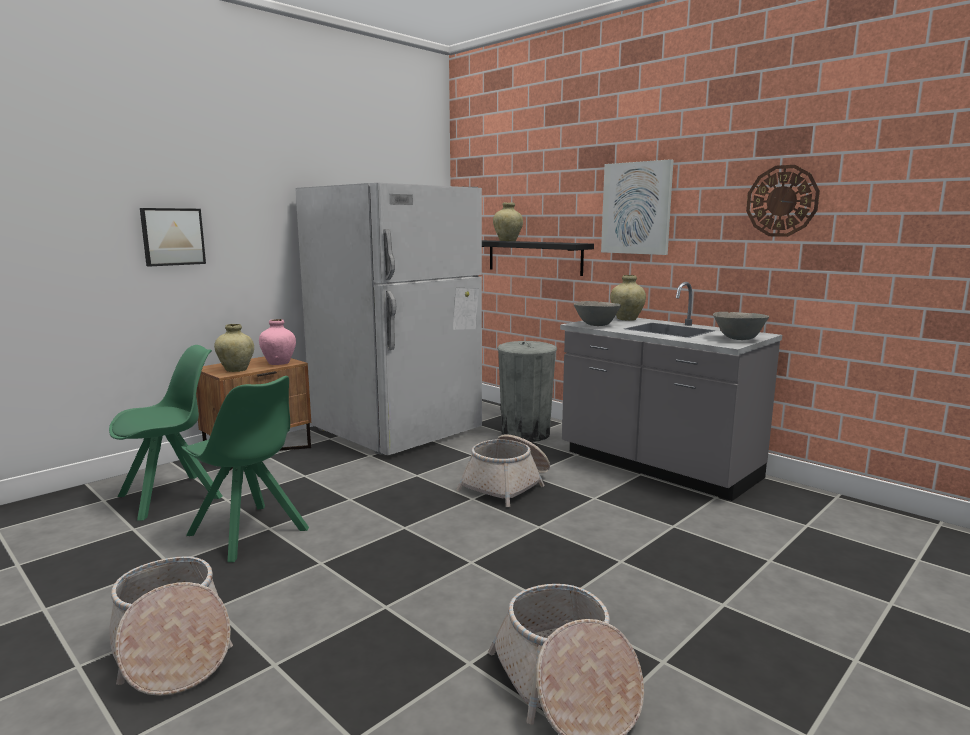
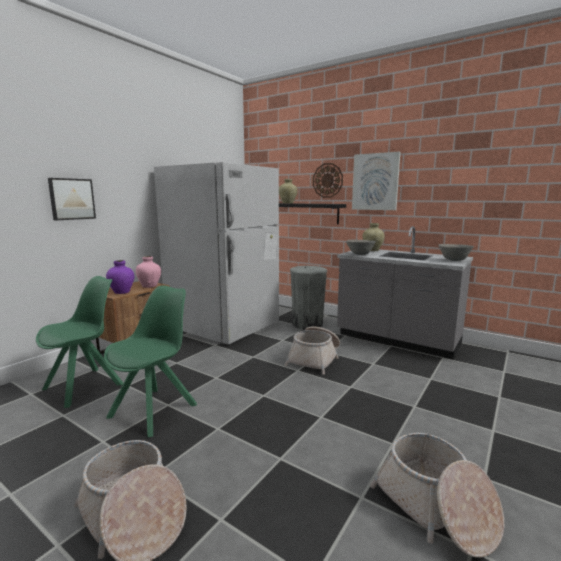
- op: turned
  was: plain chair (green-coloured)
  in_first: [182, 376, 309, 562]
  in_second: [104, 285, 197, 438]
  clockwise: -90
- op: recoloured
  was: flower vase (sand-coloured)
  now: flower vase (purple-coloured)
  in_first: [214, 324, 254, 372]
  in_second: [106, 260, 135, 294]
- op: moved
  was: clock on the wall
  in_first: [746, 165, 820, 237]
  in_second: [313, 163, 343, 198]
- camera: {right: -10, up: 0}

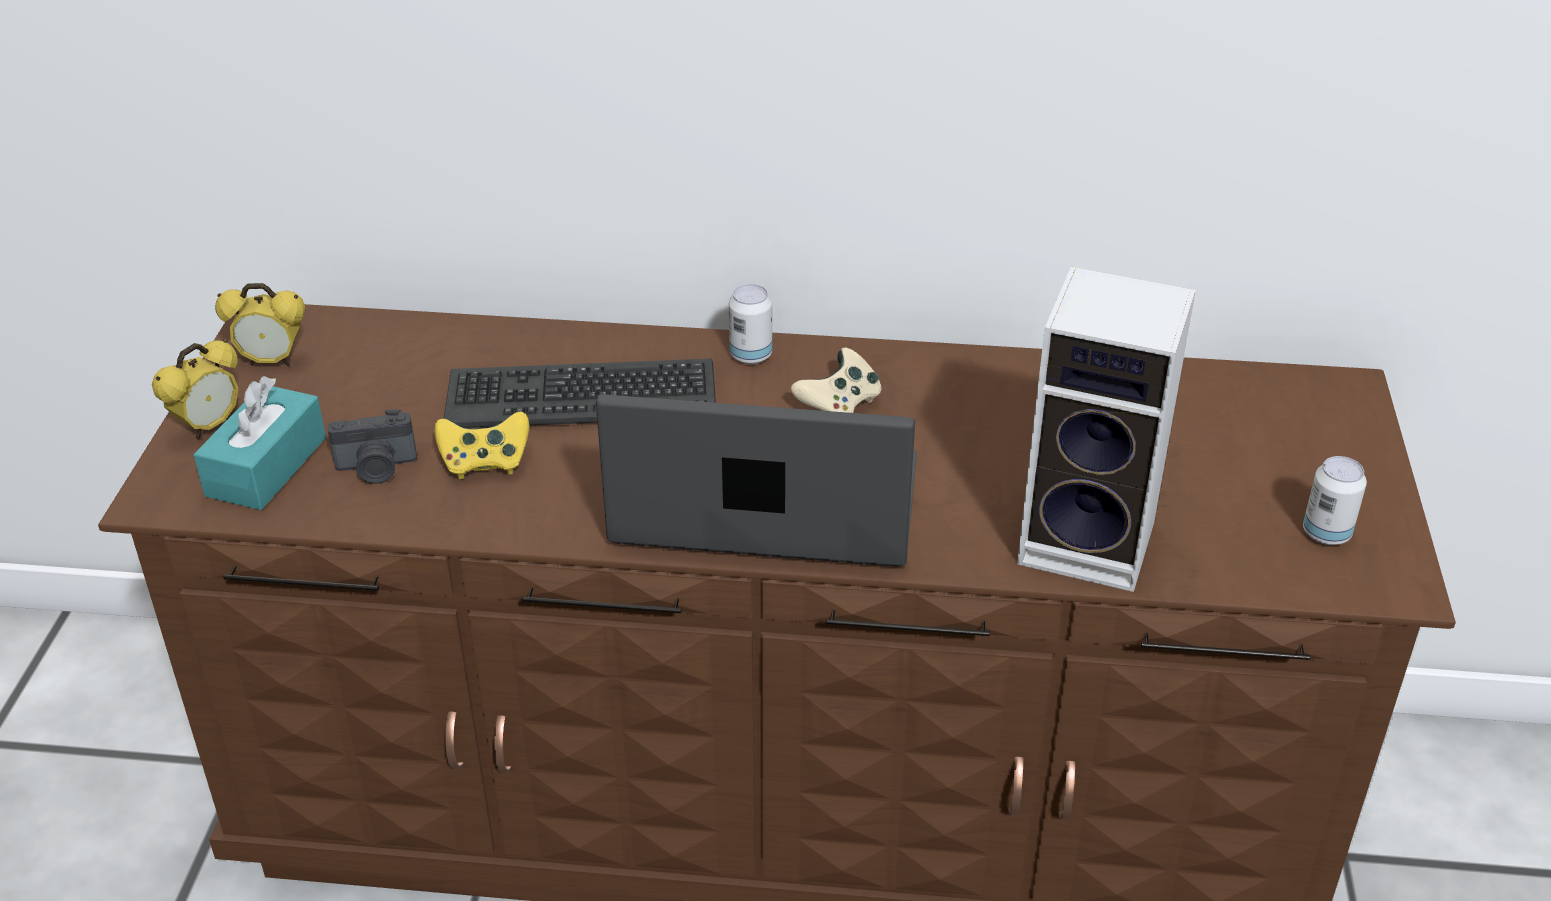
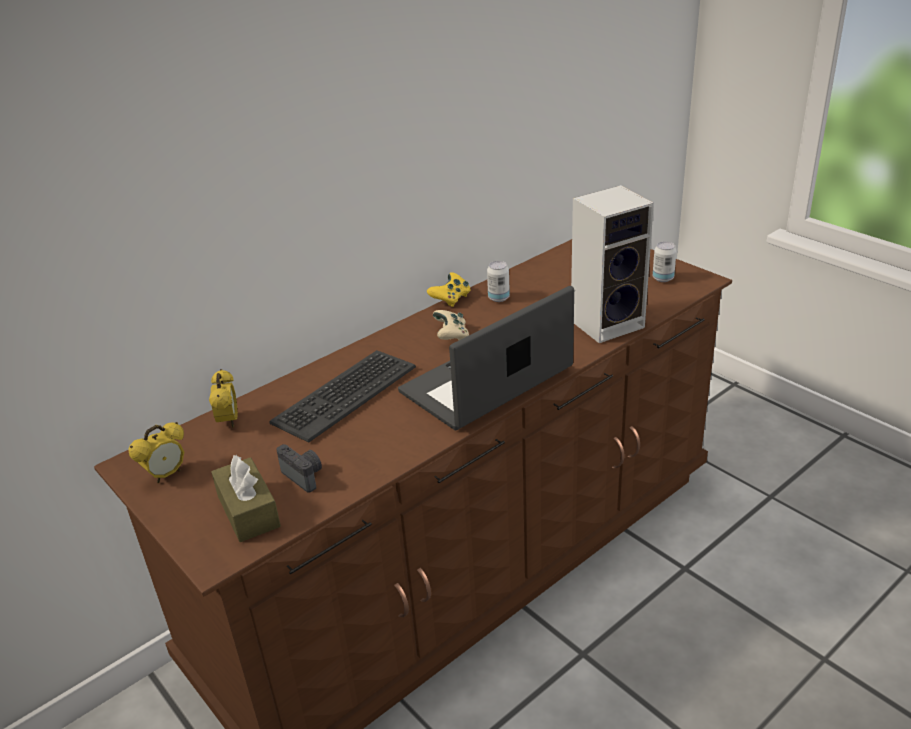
- op: moved
  was: bedside clock
  in_first: [152, 339, 239, 440]
  in_second: [209, 369, 238, 428]
- op: recoloured
  was: box of tissues (turquoise)
  now: box of tissues (brownish)
  in_first: [193, 376, 326, 510]
  in_second: [211, 455, 281, 542]
- op: turned
  was: photo camera
  in_first: [328, 409, 417, 484]
  in_second: [276, 444, 322, 492]
  clockwise: -75
- op: moved
  was: game controller (yellow)
  in_first: [434, 412, 529, 479]
  in_second: [427, 272, 471, 307]
- op: moved
  was: sealed can
  in_first: [729, 284, 772, 364]
  in_second: [487, 261, 510, 302]
- camera: {right: -45, up: -5}

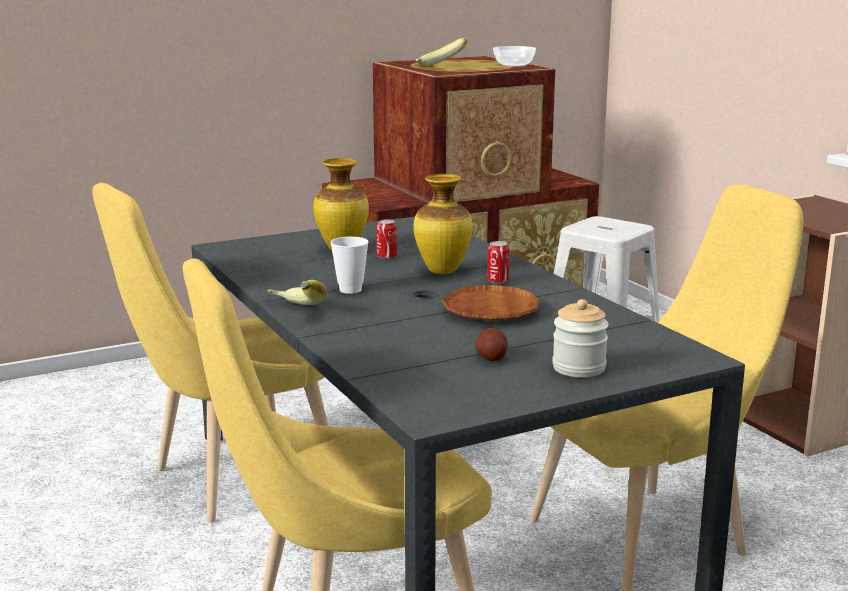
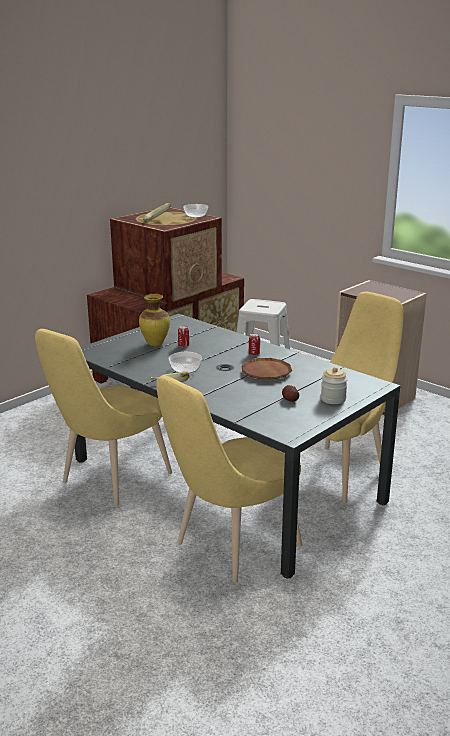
- op: replaced
  was: cup
  now: bowl
  in_first: [330, 236, 369, 294]
  in_second: [169, 352, 202, 373]
- op: removed
  was: flower vase
  in_first: [413, 174, 473, 274]
- camera: {right: -20, up: 5}

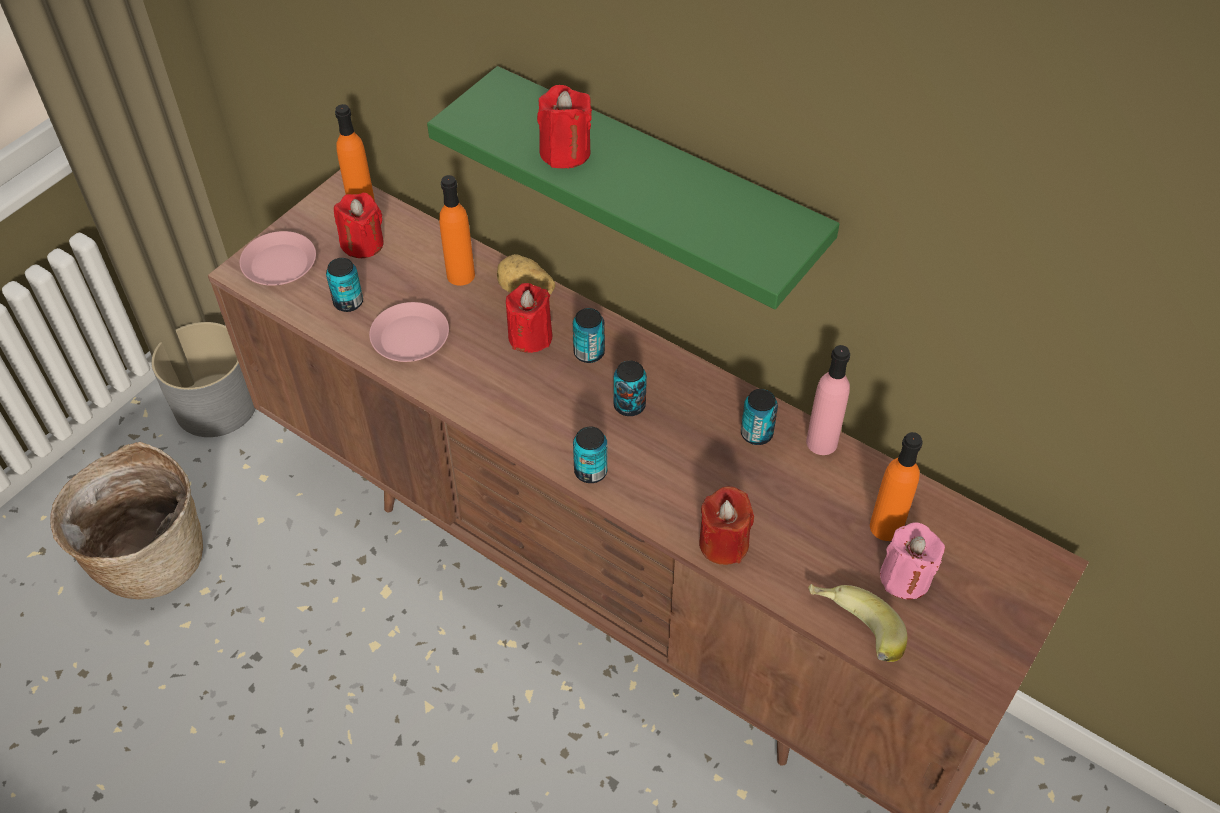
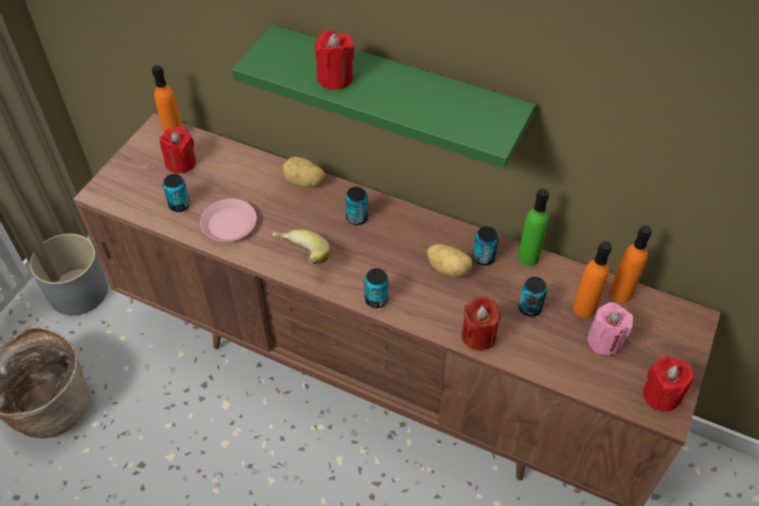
- op: removed
  was: flat dish (pink)
  in_first: [239, 231, 316, 286]
- op: moved
  was: beverage bottle (orangey)
  in_first: [439, 175, 475, 286]
  in_second: [610, 226, 652, 303]
- op: moved
  was: wax candle (red-coloured)
  in_first: [506, 283, 552, 353]
  in_second: [643, 357, 693, 412]
- op: moved
  was: sealed can
  in_first: [614, 361, 647, 416]
  in_second: [519, 277, 547, 317]
- op: recoloured
  was: beverage bottle (pink)
  now: beverage bottle (green-coloured)
  in_first: [806, 345, 850, 455]
  in_second: [518, 189, 549, 266]
- op: moved
  was: banana fruit
  in_first: [808, 584, 907, 662]
  in_second: [272, 229, 330, 265]
- op: added
  now: whole potato
  in_second: [427, 244, 472, 277]
- camera: {right: -10, up: 0}

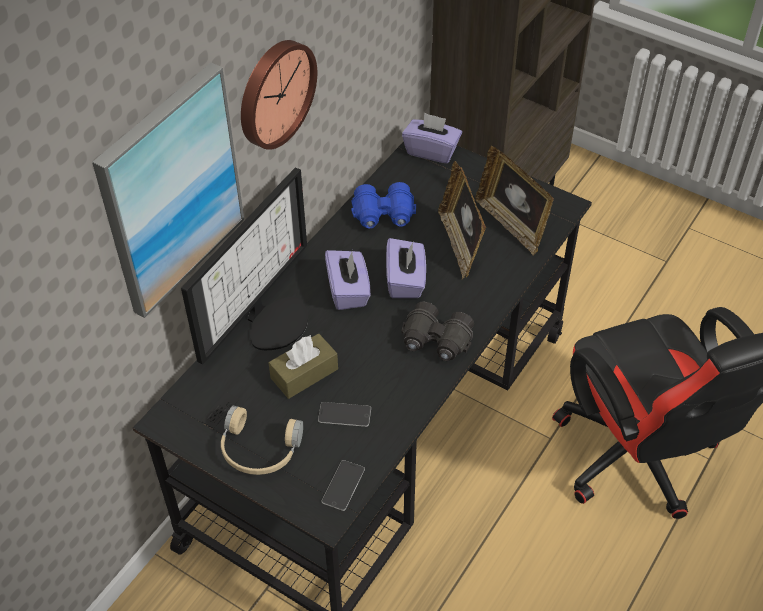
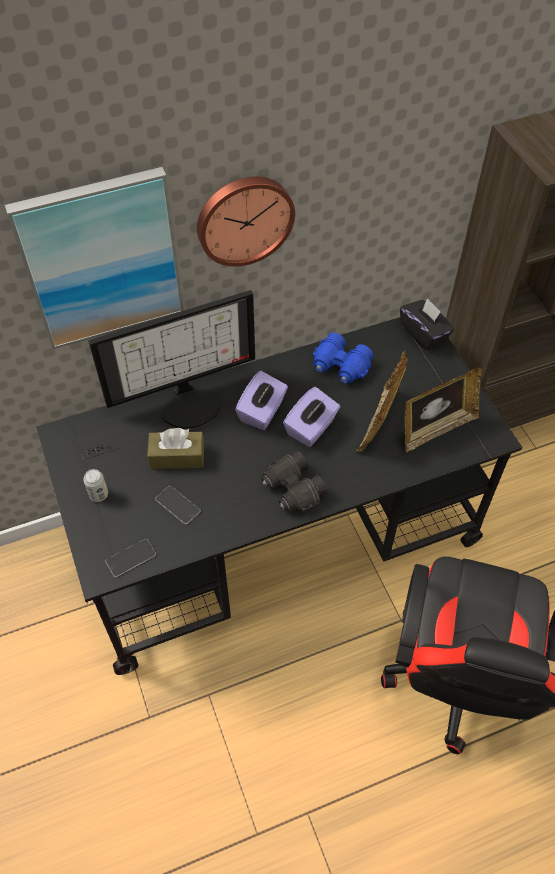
- op: replaced
  was: headset (sand-coloured)
  now: sealed can
  in_first: [221, 406, 303, 475]
  in_second: [83, 469, 108, 502]
- op: recoloured
  was: box of tissues (purple-coloured)
  now: box of tissues (blackish)
  in_first: [402, 113, 462, 163]
  in_second: [400, 298, 454, 350]
- op: turned
  was: picture frame
  in_first: [475, 146, 554, 256]
  in_second: [405, 367, 482, 452]
  clockwise: -120
- camera: {right: 35, up: 5}

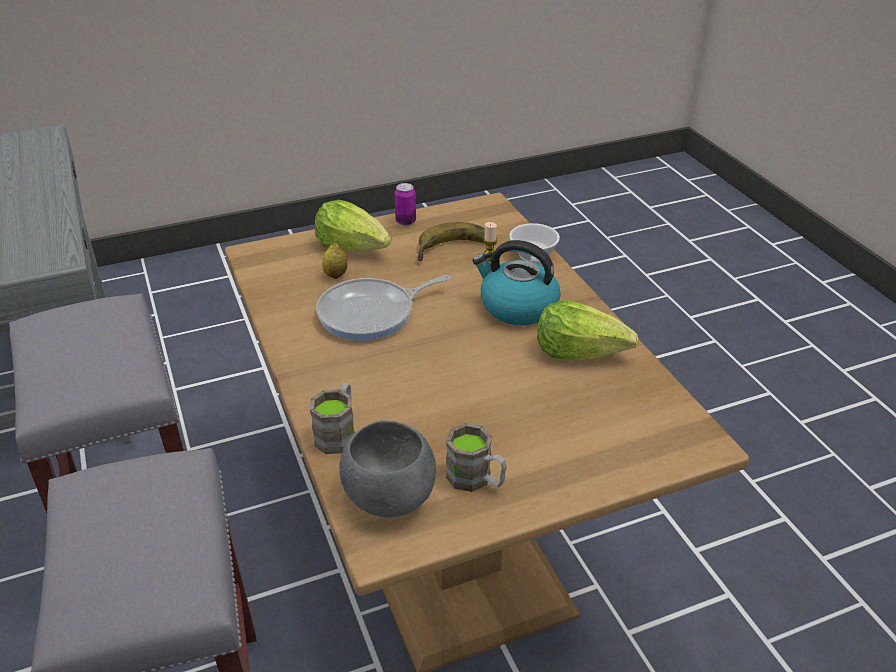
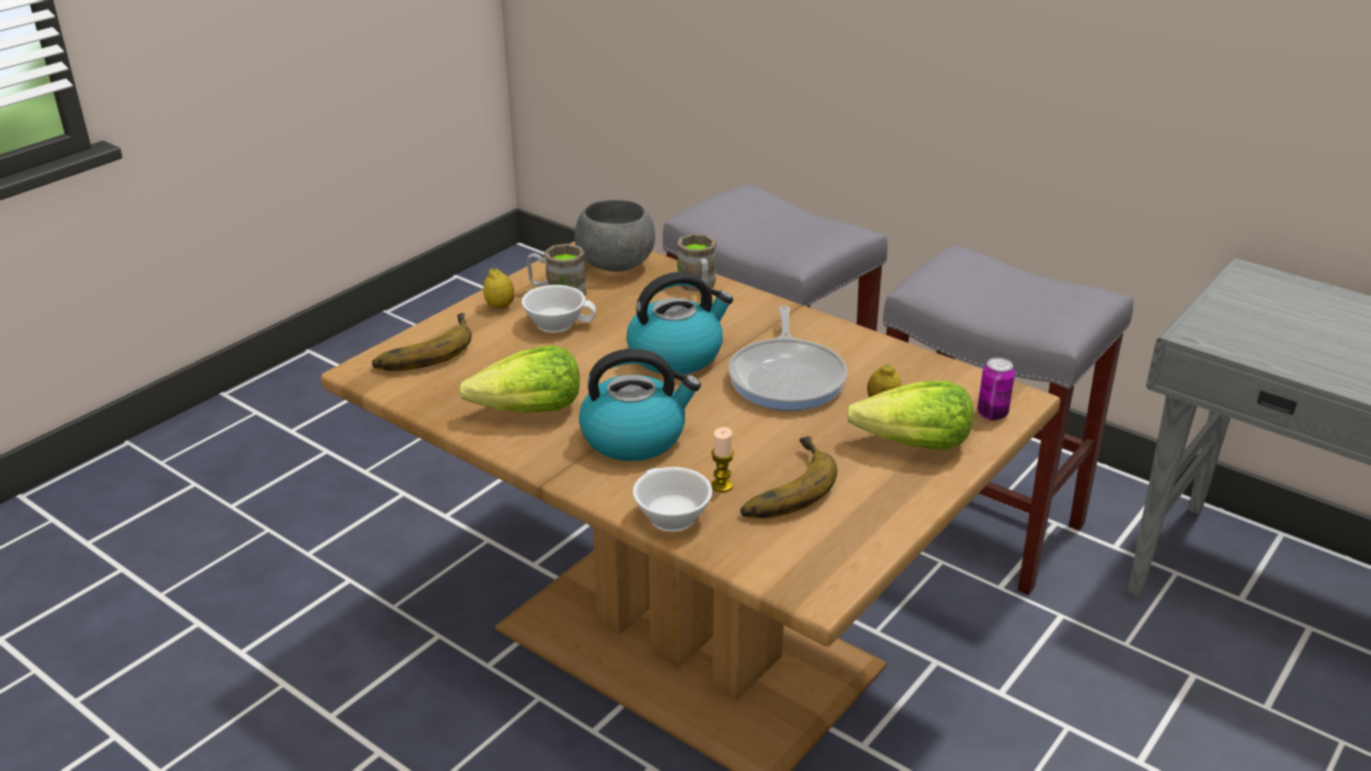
- op: turned
  was: skillet
  in_first: [316, 275, 451, 341]
  in_second: [728, 306, 847, 411]
  clockwise: 150
- op: moved
  was: sealed can
  in_first: [395, 183, 416, 226]
  in_second: [977, 358, 1015, 420]
- op: added
  now: banana fruit
  in_second: [372, 313, 472, 371]
- op: added
  now: citrus fruit
  in_second: [483, 268, 515, 308]
- op: added
  now: cup (whitish)
  in_second: [522, 285, 596, 333]
- op: added
  now: water kettle
  in_second: [626, 272, 733, 374]
- camera: {right: 150, up: -5}

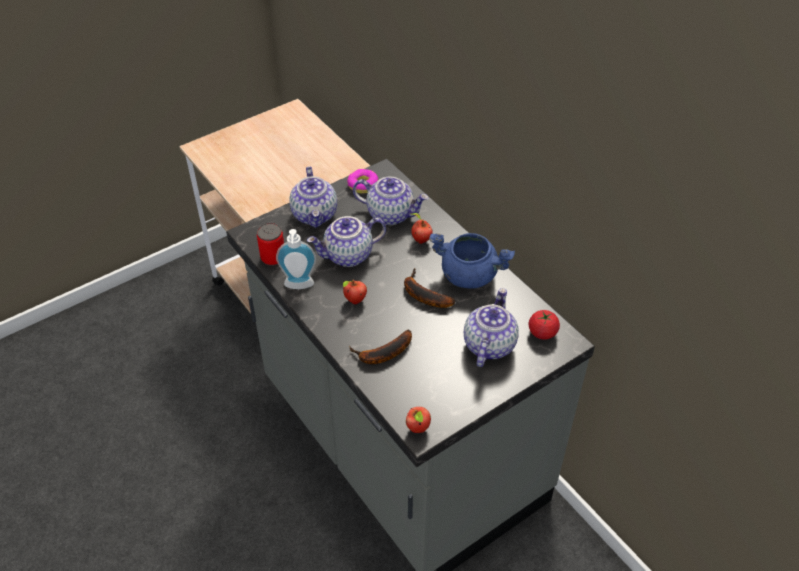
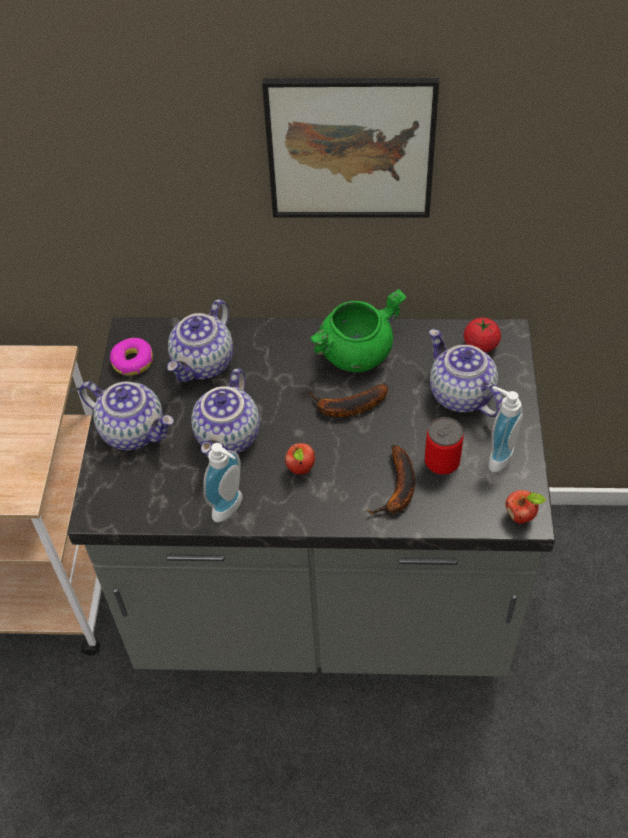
- op: moved
  was: sealed can
  in_first: [257, 223, 284, 266]
  in_second: [425, 417, 464, 475]
- op: turned
  was: tea pot
  in_first: [353, 176, 429, 225]
  in_second: [167, 299, 233, 382]
  clockwise: 150
- op: removed
  was: apple
  in_first: [411, 213, 433, 244]
- op: recoloured
  was: saucepot (bluish)
  now: saucepot (green-coloured)
  in_first: [429, 233, 515, 289]
  in_second: [310, 289, 406, 373]
- op: added
  now: wall art
  in_second: [262, 77, 439, 218]
- op: added
  now: soap bottle
  in_second: [488, 386, 523, 472]
- camera: {right: -50, up: 5}

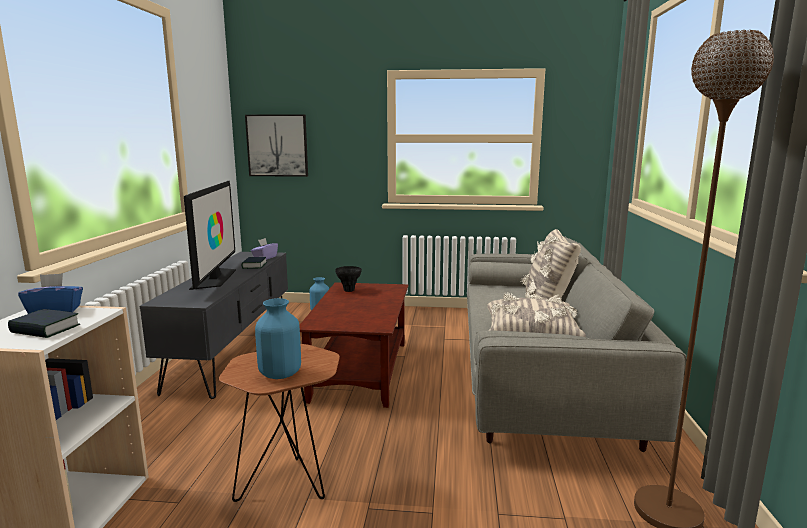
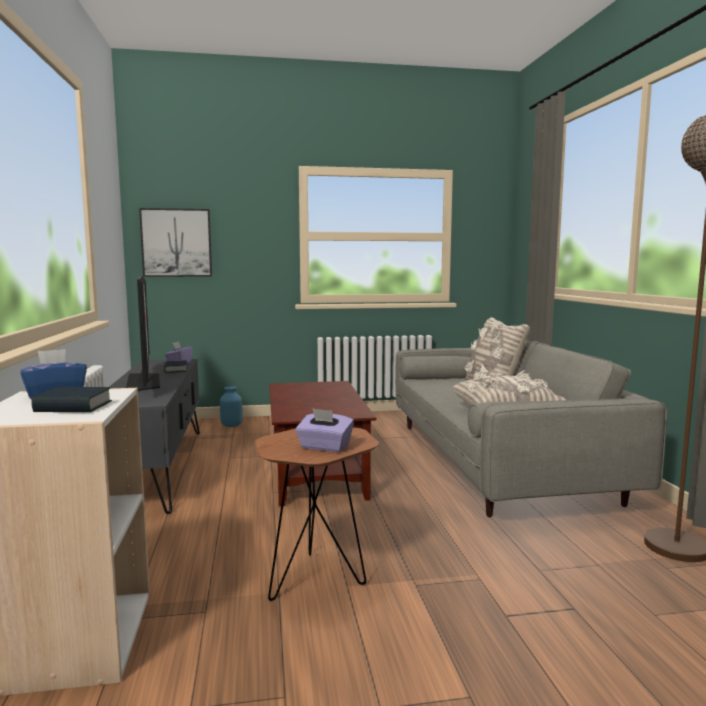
- op: replaced
  was: flower vase (bluish)
  now: box of tissues (purple-coloured)
  in_first: [255, 298, 301, 379]
  in_second: [296, 408, 354, 452]
- op: removed
  was: flower vase (blackish)
  in_first: [335, 266, 362, 292]
- camera: {right: -15, up: -5}

